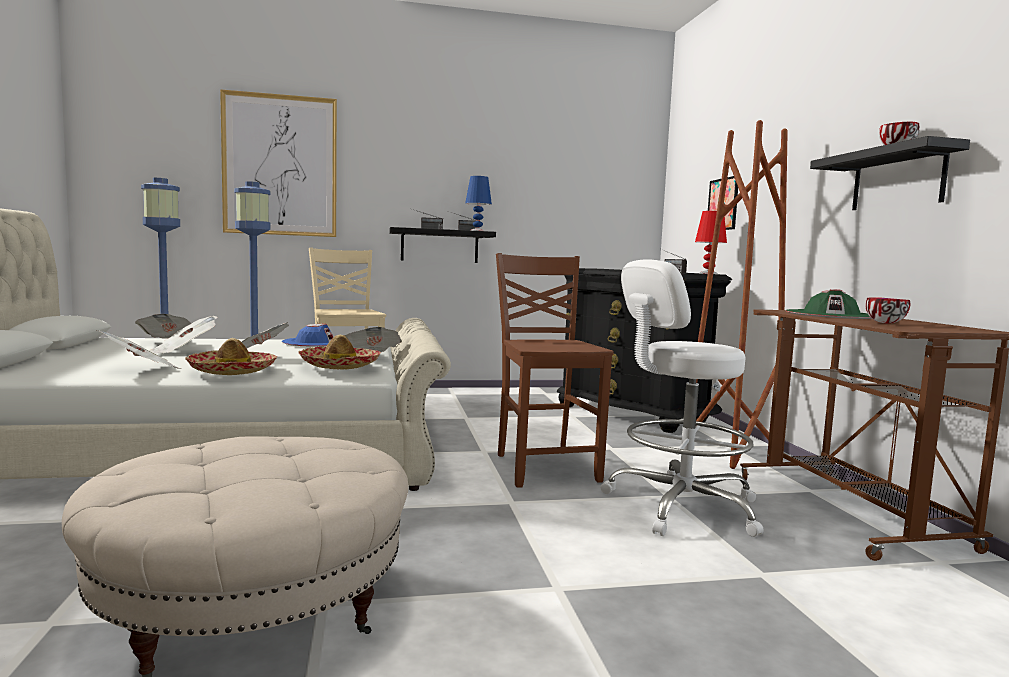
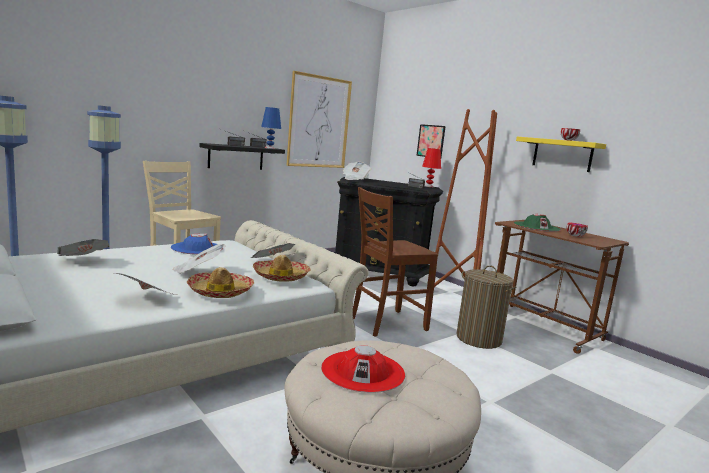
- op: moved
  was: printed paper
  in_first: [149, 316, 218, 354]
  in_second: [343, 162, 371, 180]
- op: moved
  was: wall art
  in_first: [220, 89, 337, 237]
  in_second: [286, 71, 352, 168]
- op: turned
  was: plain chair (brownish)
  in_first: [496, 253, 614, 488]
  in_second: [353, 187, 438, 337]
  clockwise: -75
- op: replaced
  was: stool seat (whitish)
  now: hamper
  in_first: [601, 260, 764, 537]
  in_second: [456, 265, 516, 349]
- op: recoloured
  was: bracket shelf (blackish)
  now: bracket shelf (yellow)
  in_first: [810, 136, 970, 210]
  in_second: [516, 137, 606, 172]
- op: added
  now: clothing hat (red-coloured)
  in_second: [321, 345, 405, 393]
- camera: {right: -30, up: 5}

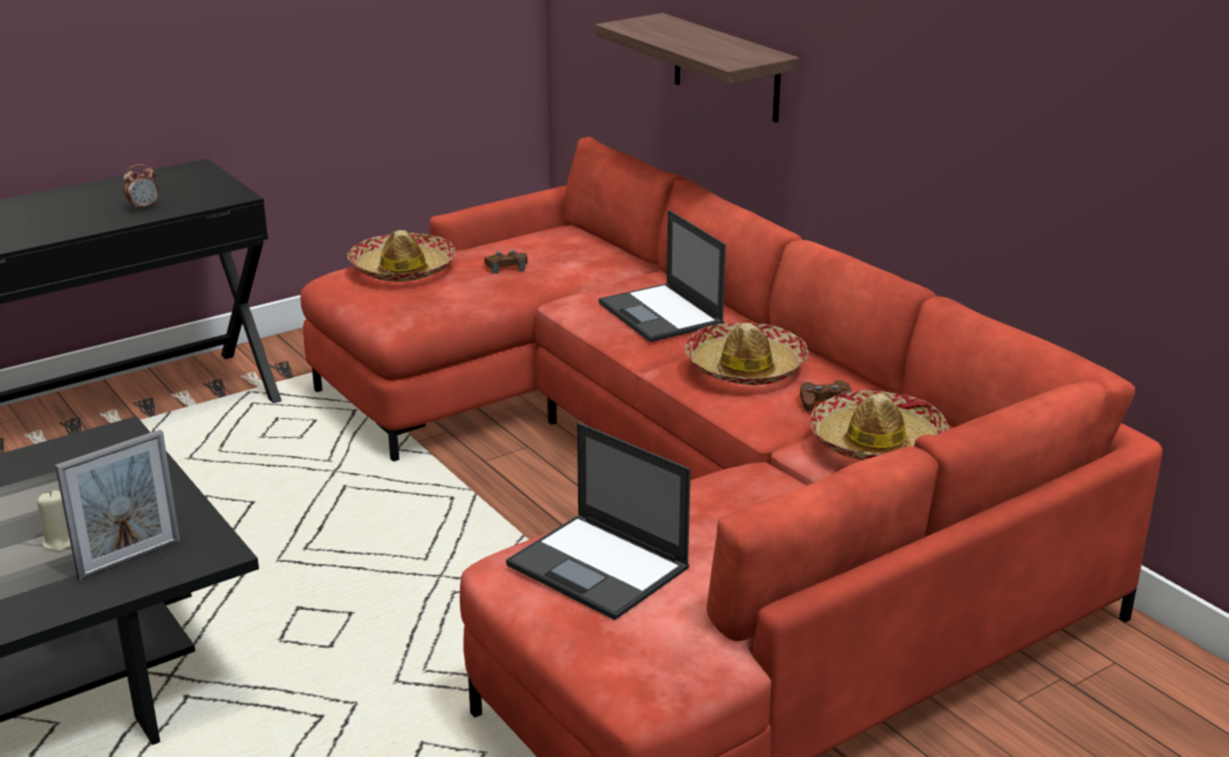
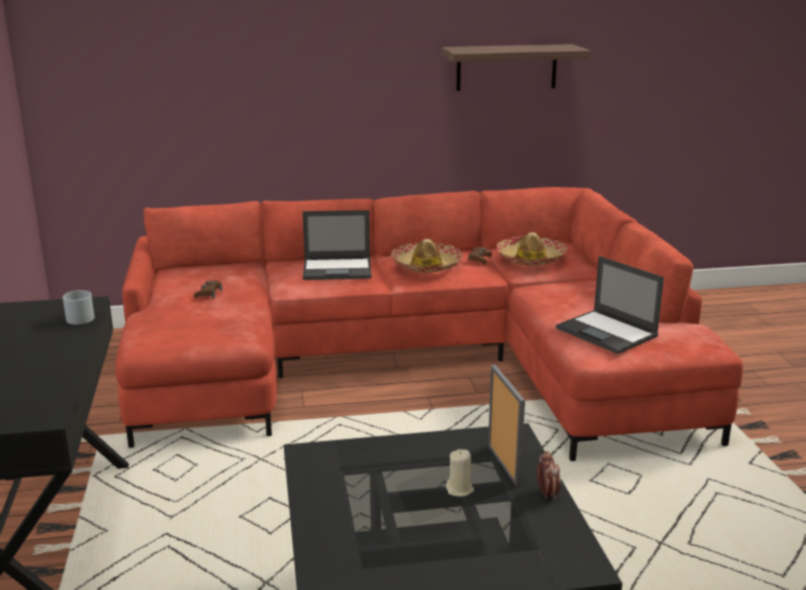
- op: moved
  was: bedside clock
  in_first: [124, 164, 159, 211]
  in_second: [537, 451, 561, 499]
- op: removed
  was: clothing hat
  in_first: [347, 230, 456, 282]
- op: turned
  was: portable computer
  in_first: [506, 422, 691, 620]
  in_second: [556, 256, 664, 354]
  clockwise: 75
- op: moved
  was: bracket shelf
  in_first: [595, 13, 799, 123]
  in_second: [441, 44, 591, 91]
- op: added
  now: mug (greyish)
  in_second: [63, 290, 94, 325]
- camera: {right: -65, up: -5}

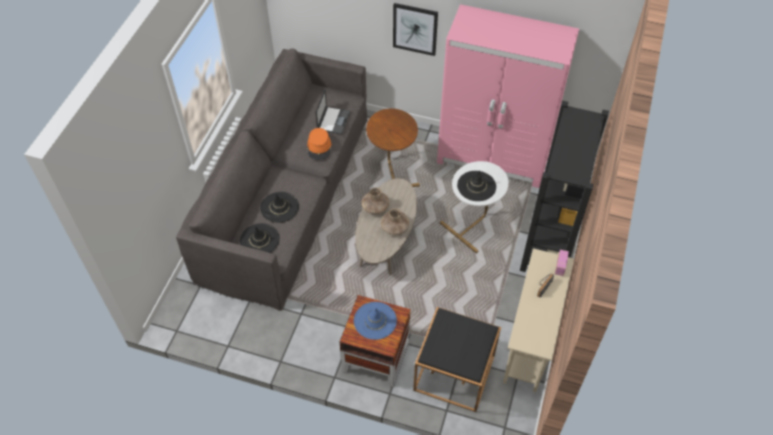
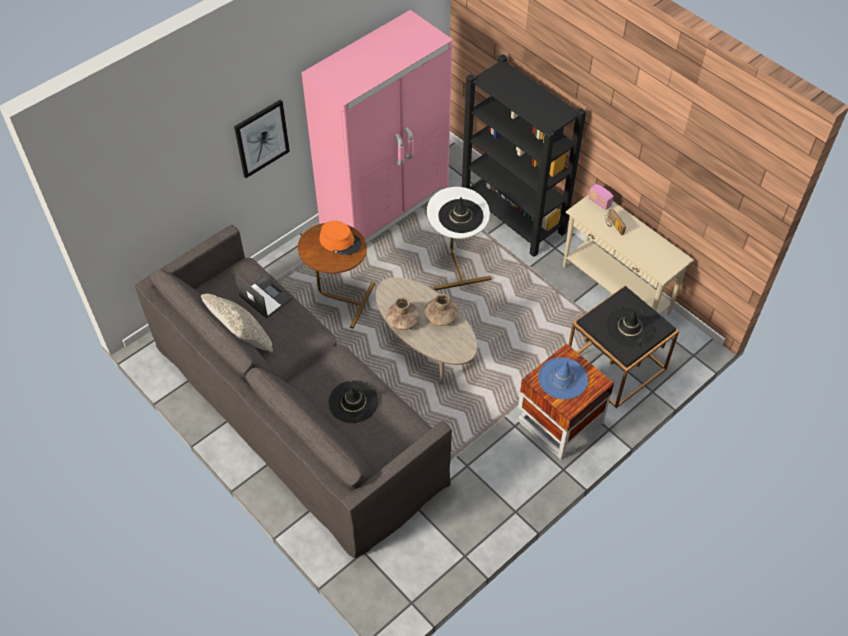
- op: moved
  was: clothing hat (blackish)
  in_first: [240, 223, 280, 253]
  in_second: [606, 307, 654, 346]
- op: moved
  was: clothing hat (orangey)
  in_first: [307, 128, 332, 160]
  in_second: [319, 221, 362, 255]
- op: added
  now: pillow (sand-coloured)
  in_second: [201, 294, 273, 352]
- camera: {right: -60, up: 0}

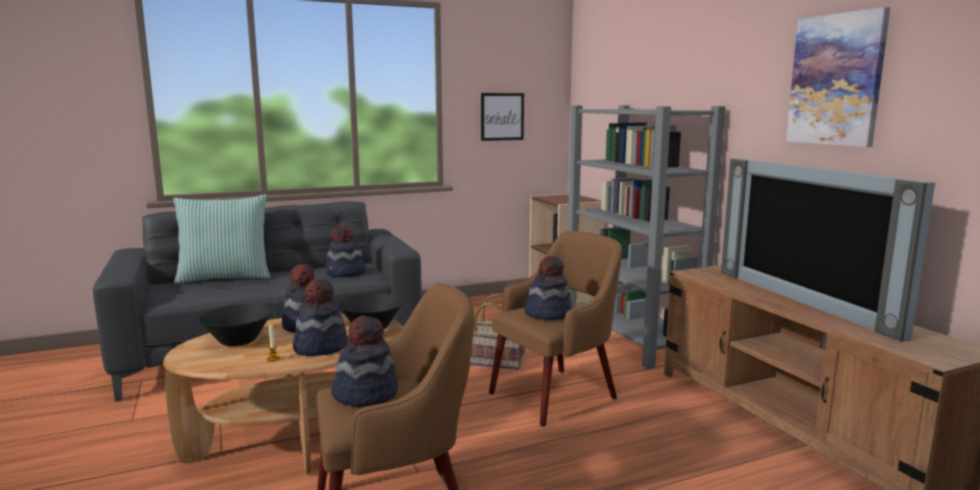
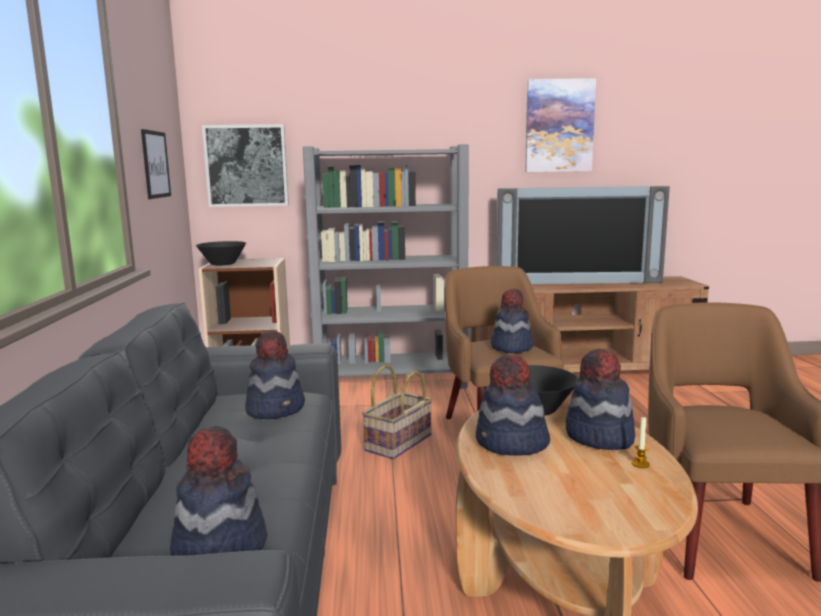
- op: removed
  was: pillow
  in_first: [174, 194, 270, 284]
- op: moved
  was: bowl (blackish)
  in_first: [198, 304, 272, 346]
  in_second: [196, 241, 246, 266]
- op: moved
  was: clothing hat
  in_first: [331, 315, 398, 407]
  in_second: [170, 426, 267, 556]
- op: added
  now: wall art
  in_second: [202, 124, 289, 207]
- camera: {right: -70, up: 0}

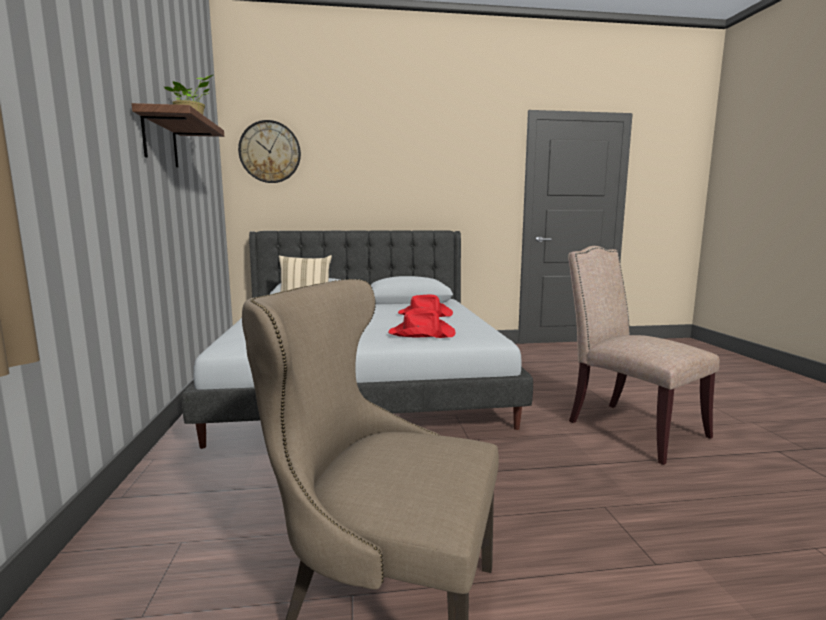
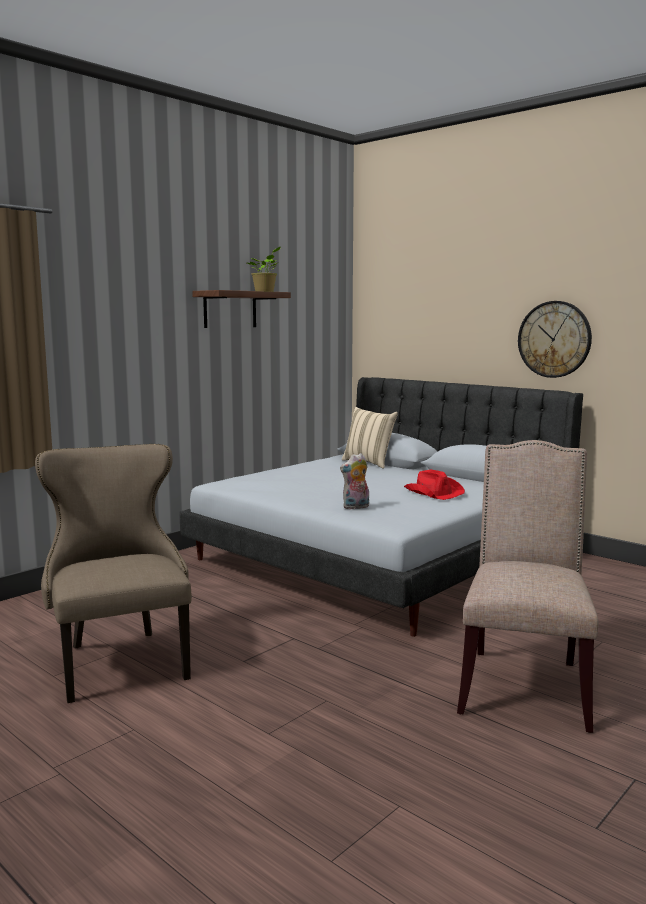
- op: moved
  was: clock on the wall
  in_first: [238, 120, 301, 183]
  in_second: [518, 301, 592, 378]
- op: replaced
  was: clothing hat (red-coloured)
  now: soft toy
  in_first: [388, 310, 455, 338]
  in_second: [340, 453, 369, 510]
- camera: {right: 50, up: 0}

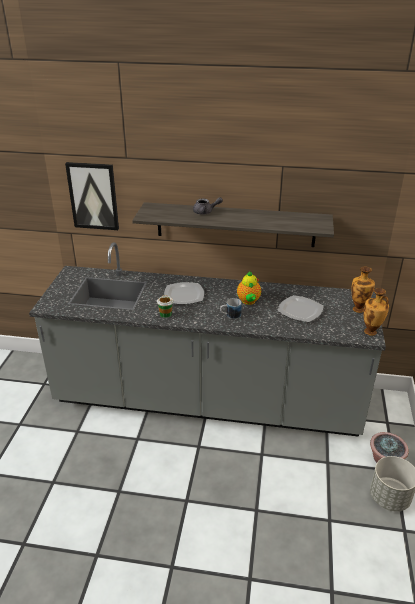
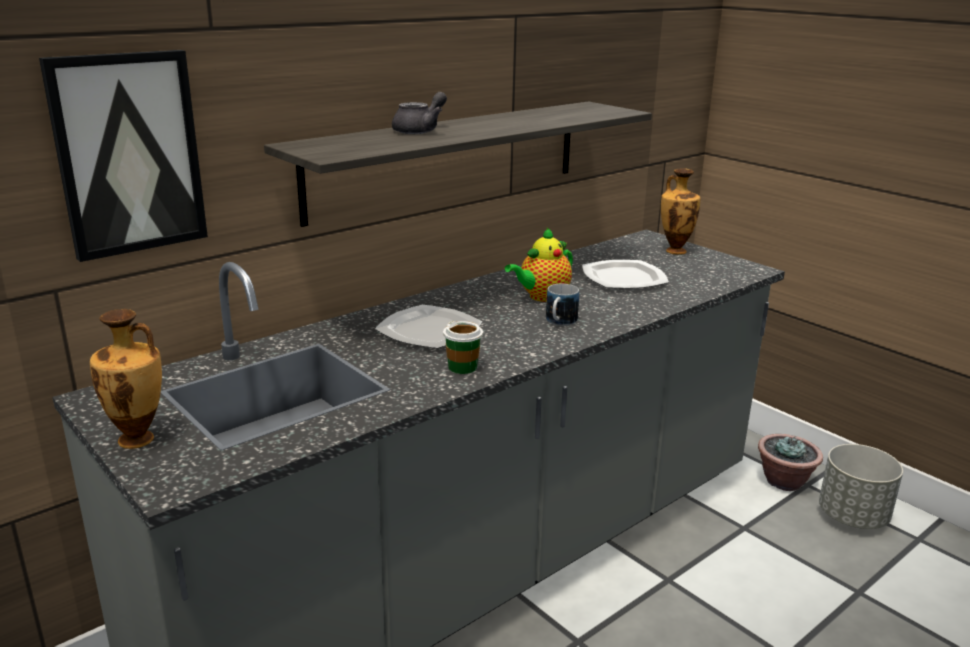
- op: turned
  was: tea pot
  in_first: [237, 272, 261, 305]
  in_second: [505, 228, 573, 302]
  clockwise: 105
- op: moved
  was: flower vase
  in_first: [364, 288, 389, 336]
  in_second: [90, 309, 162, 449]
- camera: {right: -50, up: -10}

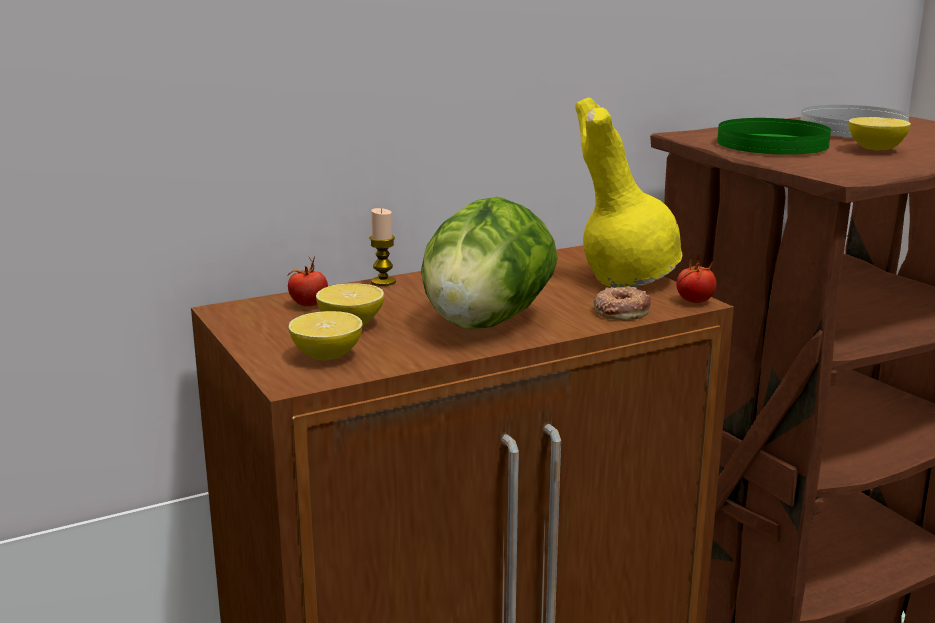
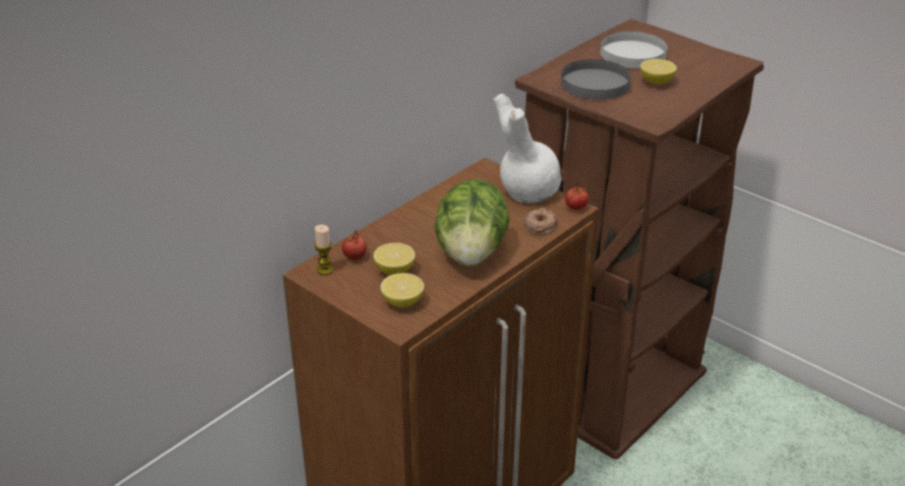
- op: moved
  was: wax candle
  in_first: [369, 208, 396, 286]
  in_second: [314, 225, 334, 275]
- op: recoloured
  was: flower vase (yellow)
  now: flower vase (whitish)
  in_first: [575, 98, 682, 288]
  in_second: [493, 93, 561, 204]
- op: recoloured
  was: flat dish (green-coloured)
  now: flat dish (greyish)
  in_first: [717, 118, 831, 155]
  in_second: [561, 59, 631, 100]
- camera: {right: -20, up: 15}

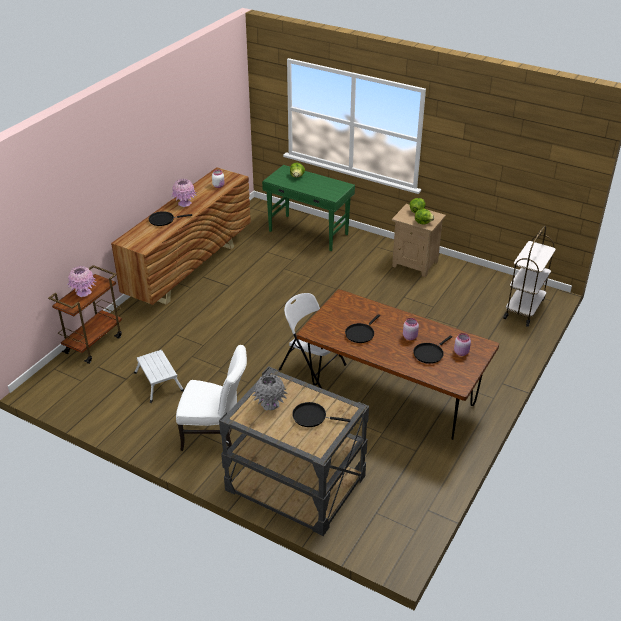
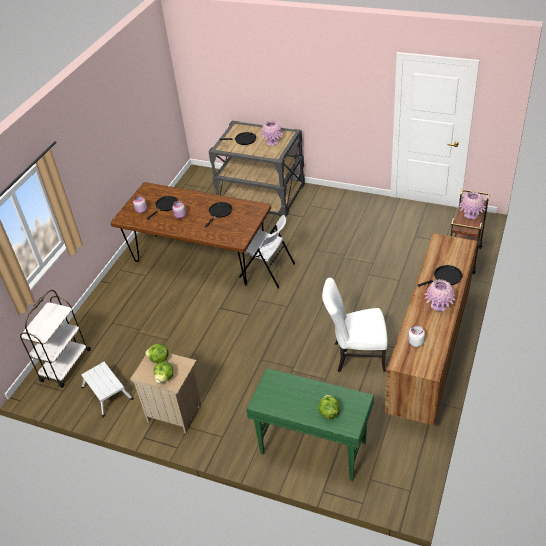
- op: moved
  was: step stool (whitish)
  in_first: [134, 350, 184, 403]
  in_second: [81, 362, 134, 418]
- op: moved
  was: plain chair (whitish)
  in_first: [176, 345, 247, 451]
  in_second: [322, 278, 388, 372]
- op: recoloured
  was: flower vase (greyish)
  now: flower vase (pink)
  in_first: [252, 374, 288, 410]
  in_second: [260, 120, 283, 146]
- camera: {right: 175, up: 5}

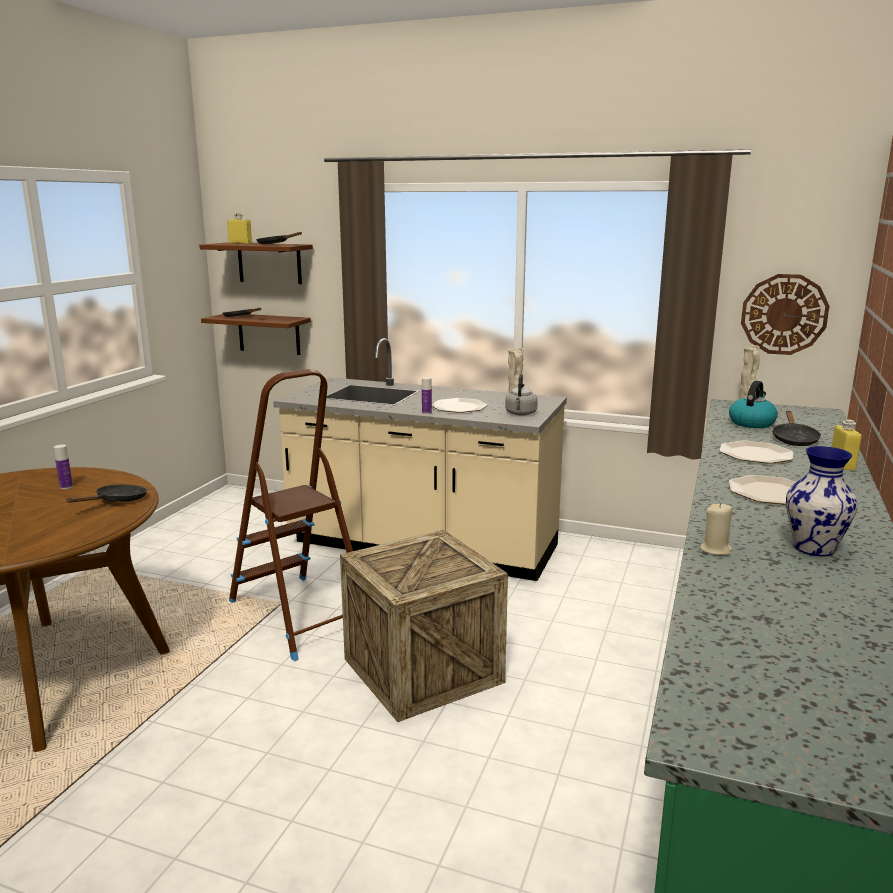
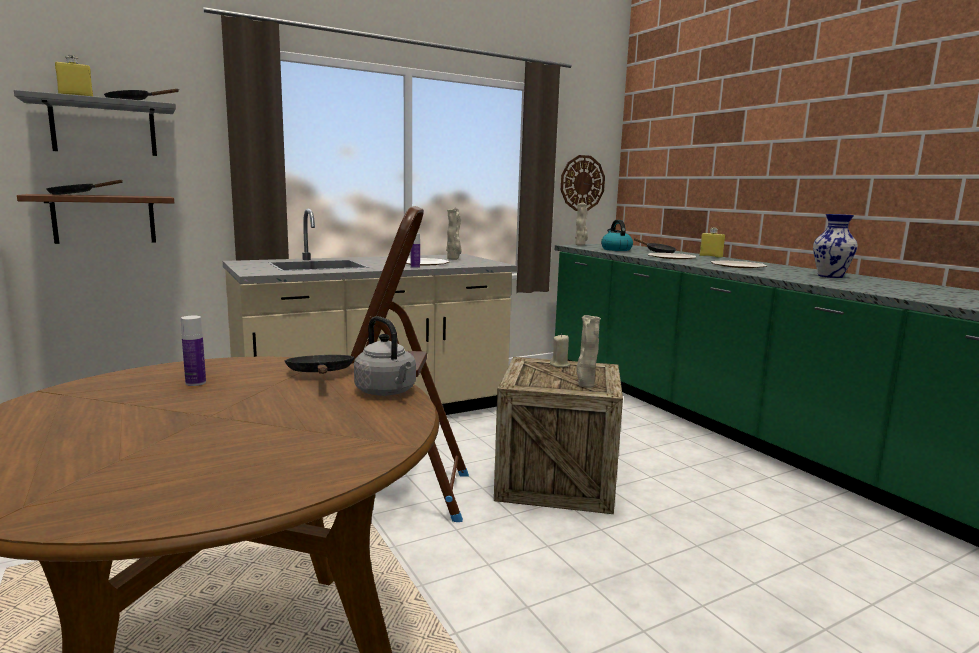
- op: recoloured
  was: bracket shelf (brownish)
  now: bracket shelf (greyish)
  in_first: [199, 243, 313, 284]
  in_second: [14, 90, 176, 156]
- op: moved
  was: water kettle (greyish)
  in_first: [505, 374, 538, 416]
  in_second: [354, 316, 416, 396]
- op: moved
  was: wax candle (sand-coloured)
  in_first: [699, 503, 733, 555]
  in_second: [550, 334, 570, 367]
- op: added
  now: flower vase (sand-coloured)
  in_second: [576, 315, 601, 388]
- camera: {right: -50, up: -5}

